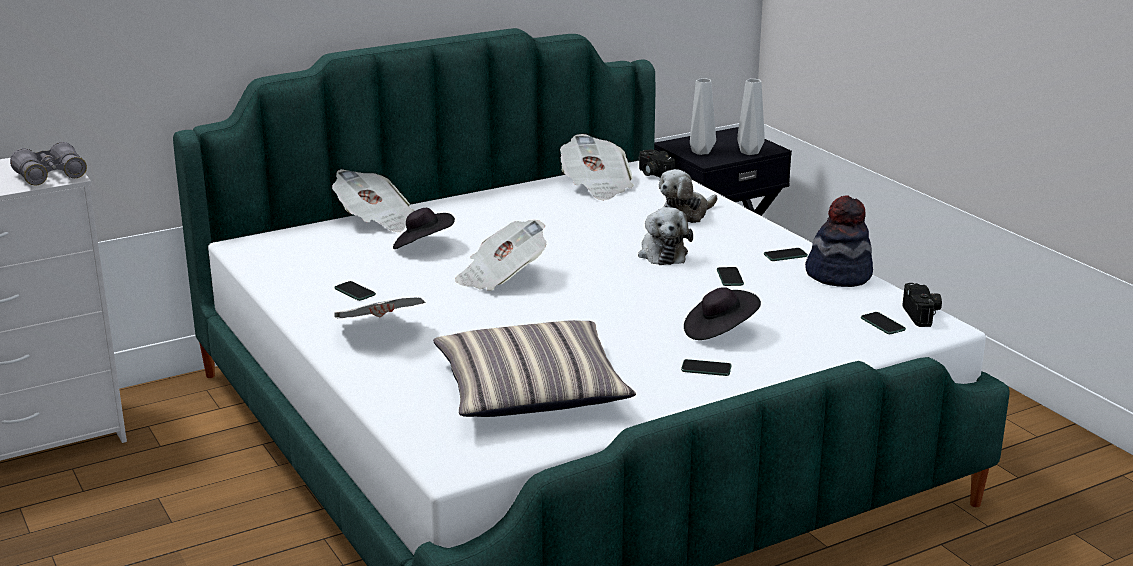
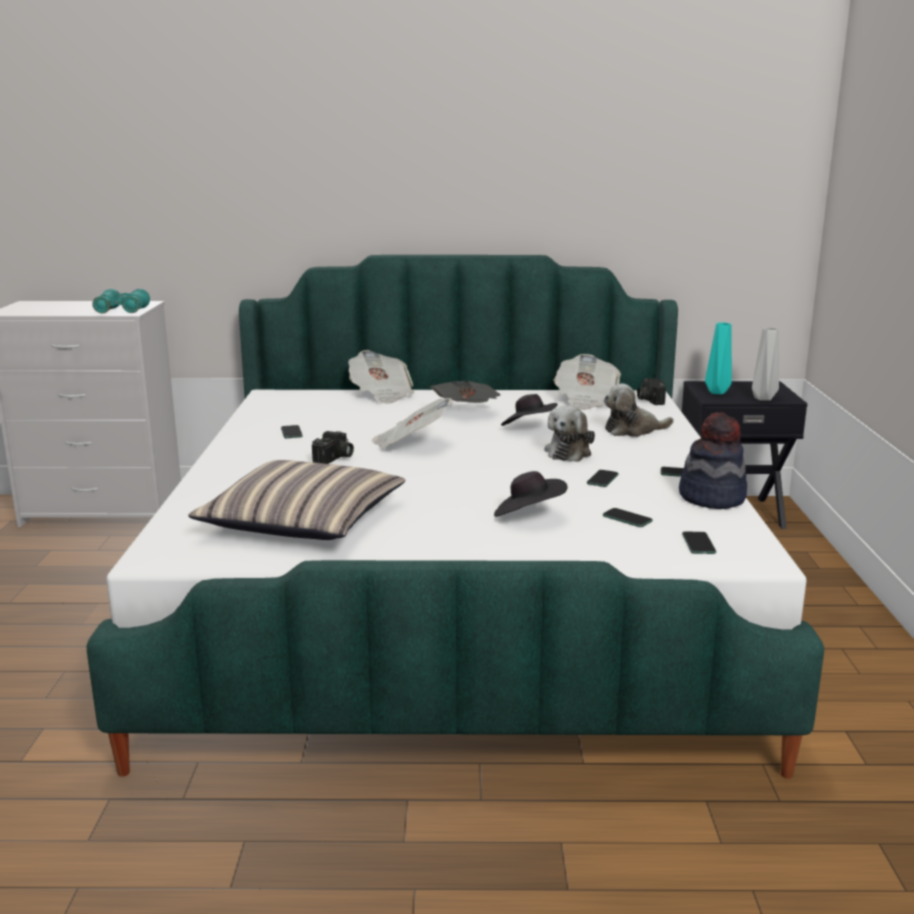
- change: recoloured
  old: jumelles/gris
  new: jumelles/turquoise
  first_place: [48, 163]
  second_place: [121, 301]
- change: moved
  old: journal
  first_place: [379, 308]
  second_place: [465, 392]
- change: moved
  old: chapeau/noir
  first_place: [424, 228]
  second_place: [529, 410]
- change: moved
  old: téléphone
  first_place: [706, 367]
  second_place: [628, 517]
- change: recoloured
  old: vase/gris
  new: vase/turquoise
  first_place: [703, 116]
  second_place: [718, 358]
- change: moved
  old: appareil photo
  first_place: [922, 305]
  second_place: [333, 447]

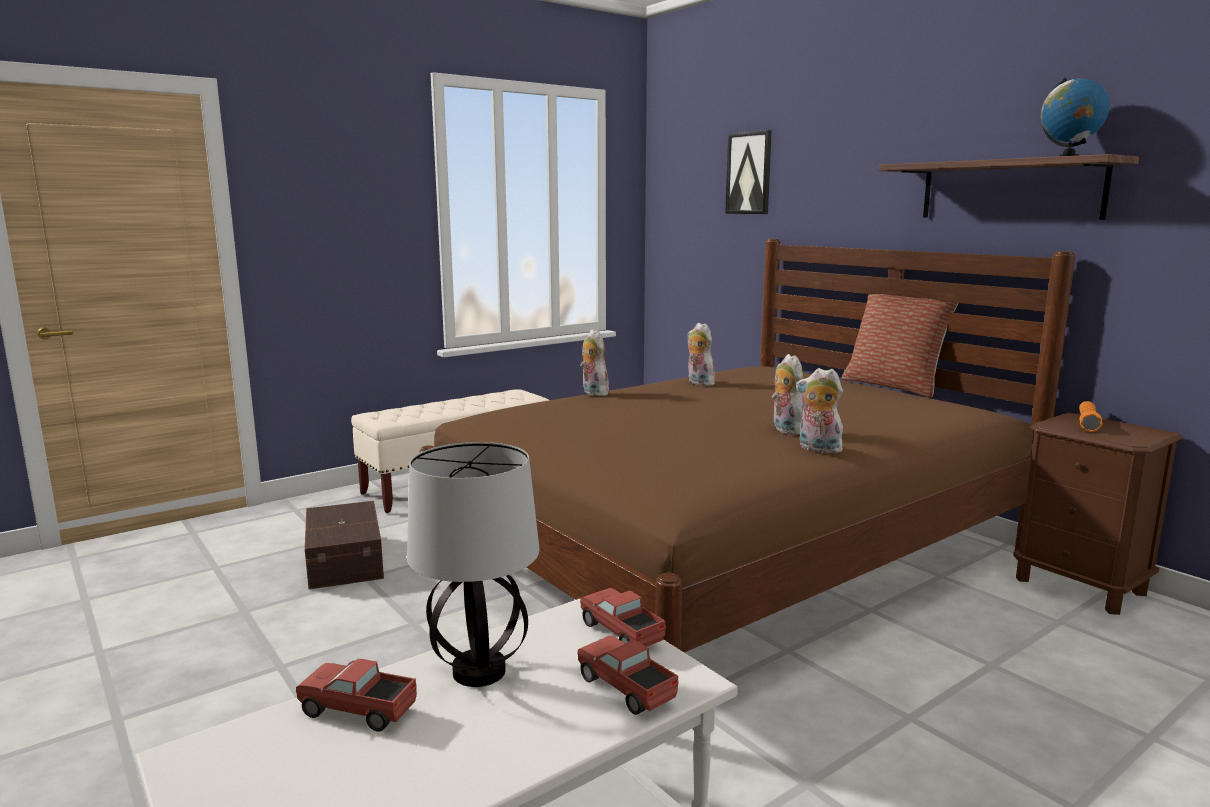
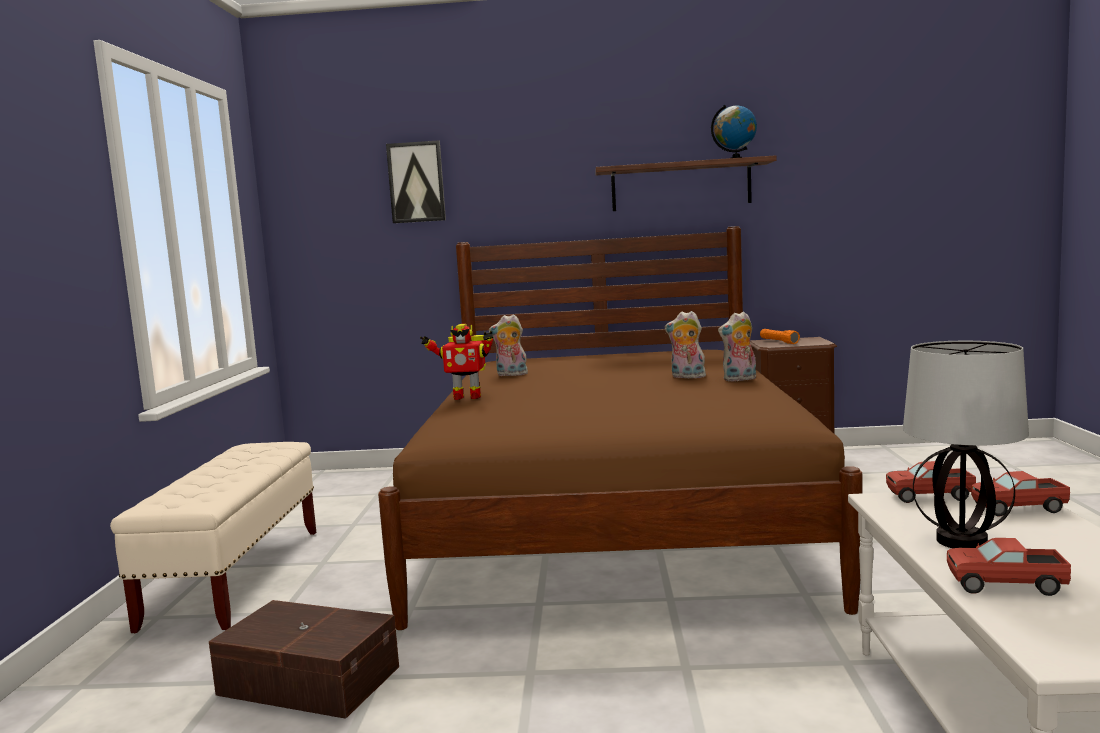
- change: turned
  old: camion jouet
  first_place: [356, 695]
  second_place: [1009, 567]
  degrees: 45
- change: replaced
  old: peluche
  new: robot jouet
  first_place: [595, 362]
  second_place: [456, 362]
- change: removed
  old: coussin
  first_place: [900, 346]

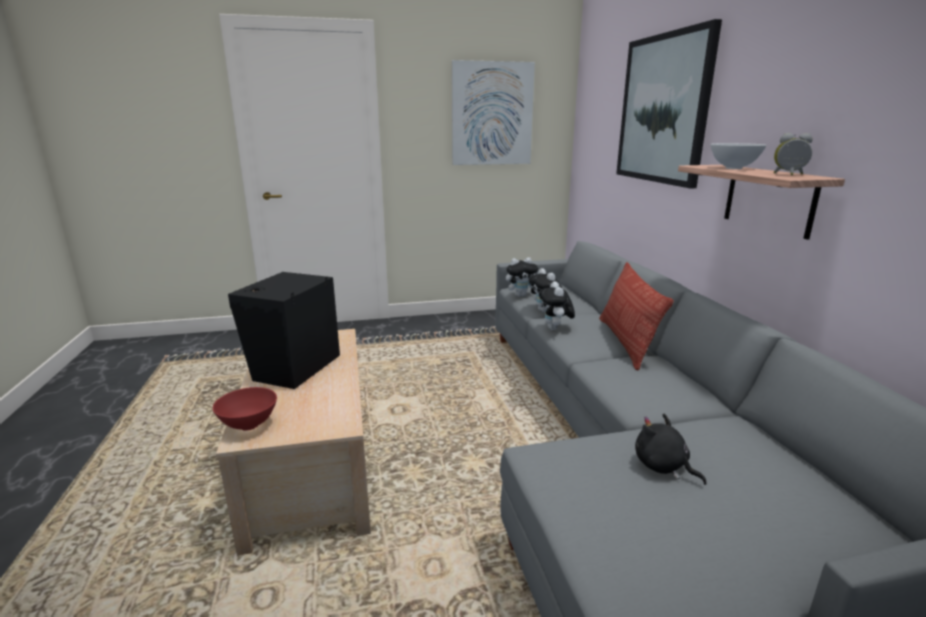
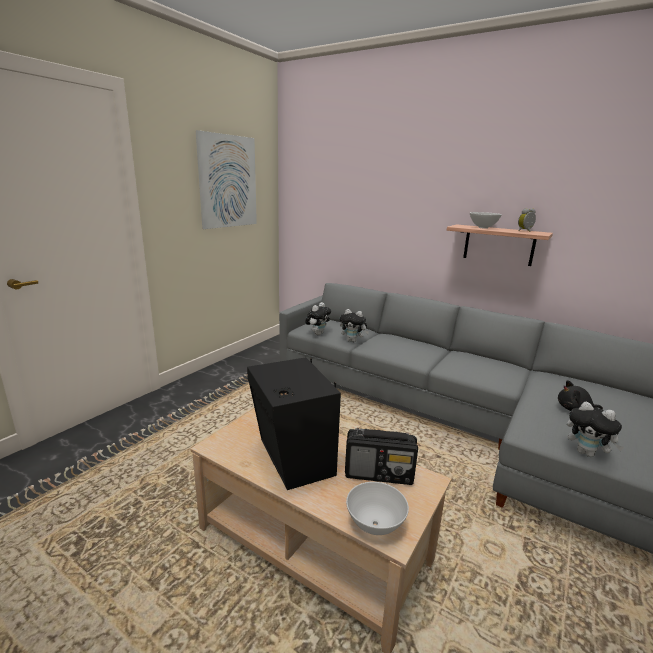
- change: recoloured
  old: bol/rouge
  new: bol/blanc
  first_place: [245, 409]
  second_place: [377, 508]
- change: moved
  old: peluche
  first_place: [557, 305]
  second_place: [595, 429]
- change: removed
  old: coussin
  first_place: [636, 316]
- change: removed
  old: tableau
  first_place: [669, 103]
- change: added
  new: radio
  second_place: [381, 456]

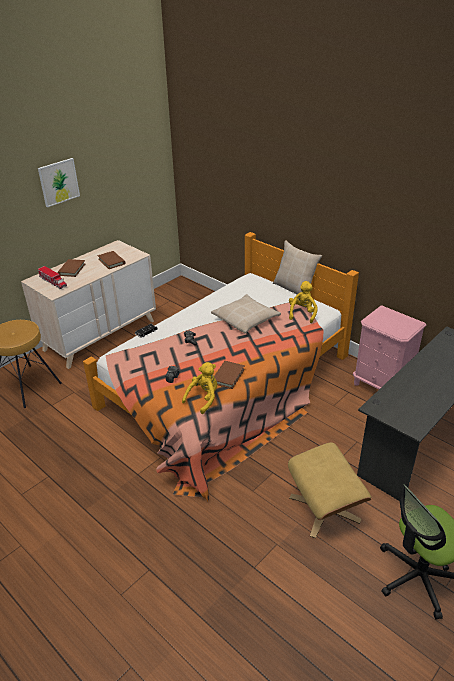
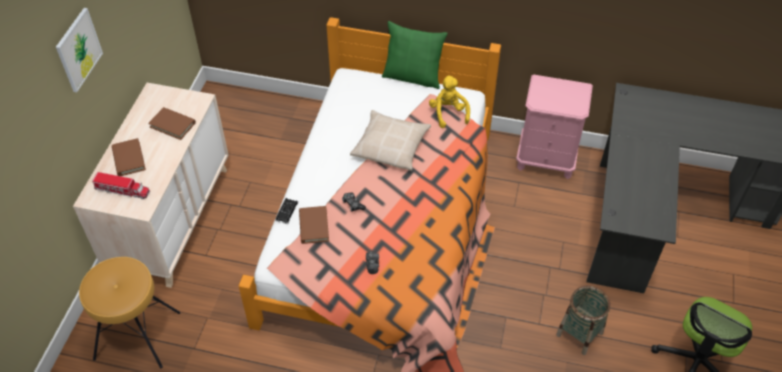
- change: removed
  old: peluche/jaune
  first_place: [199, 388]
- change: moved
  old: livre/marron
  first_place: [229, 375]
  second_place: [314, 225]
- change: recoloured
  old: coussin/beige
  new: coussin/vert
  first_place: [297, 267]
  second_place: [415, 55]
- change: replaced
  old: pouf/beige
  new: panier
  first_place: [329, 490]
  second_place: [583, 320]

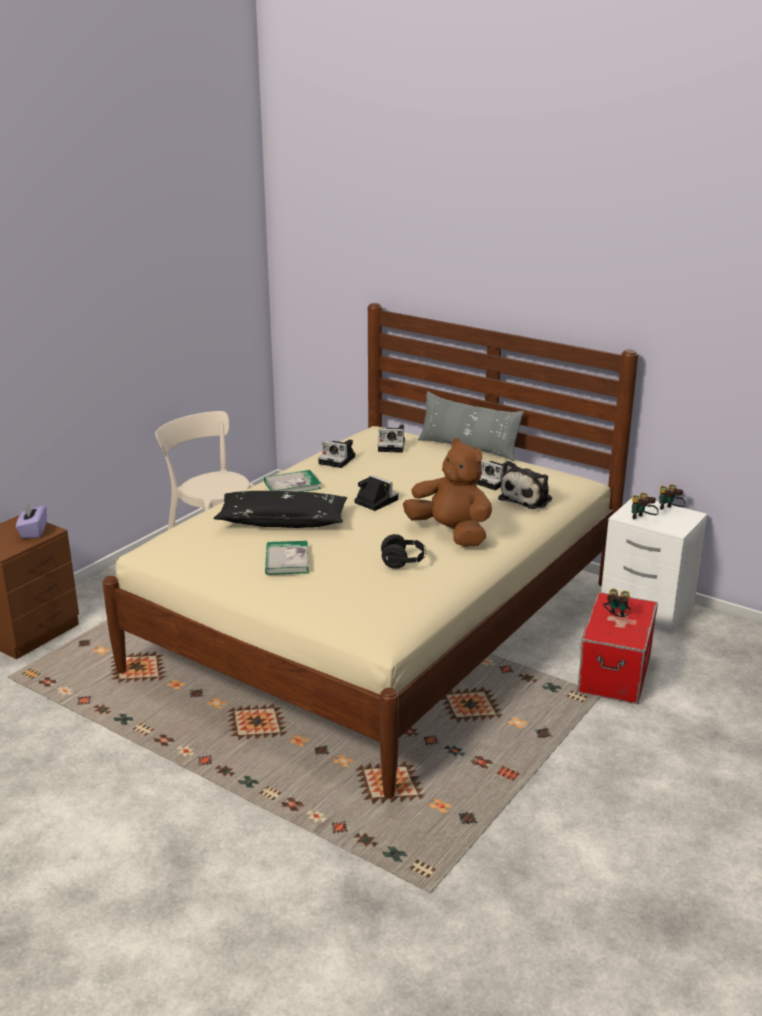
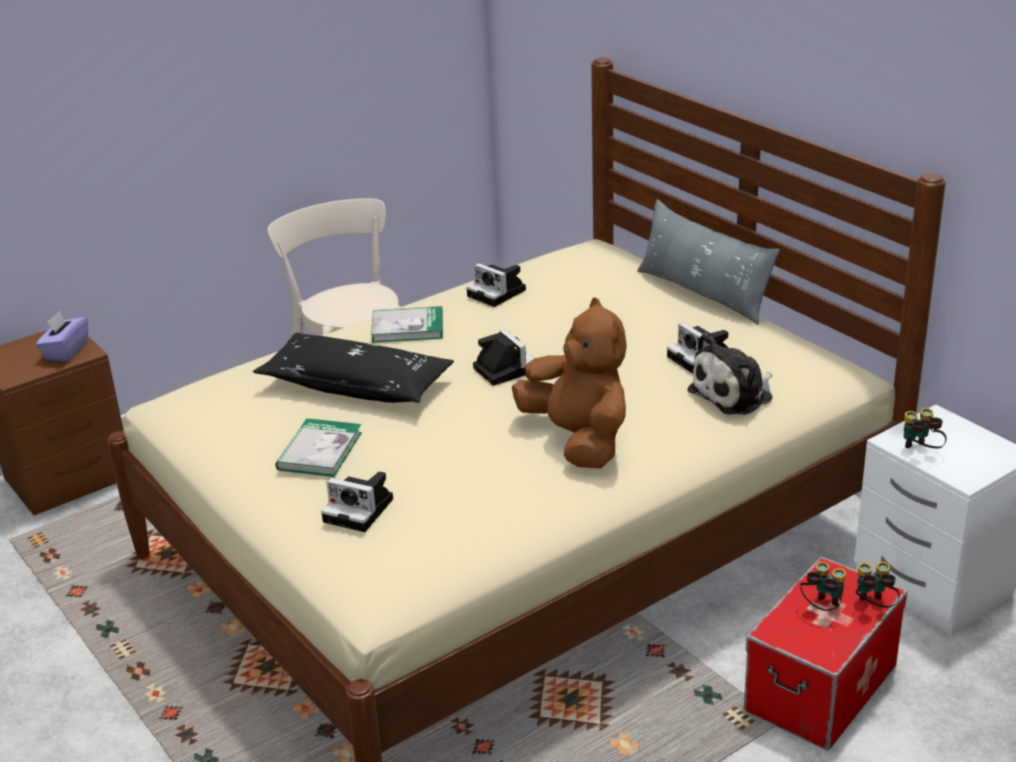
- change: moved
  old: appareil photo
  first_place: [391, 439]
  second_place: [357, 501]
- change: removed
  old: casque audio/noir
  first_place: [403, 551]
- change: moved
  old: jumelles
  first_place: [672, 497]
  second_place: [877, 585]

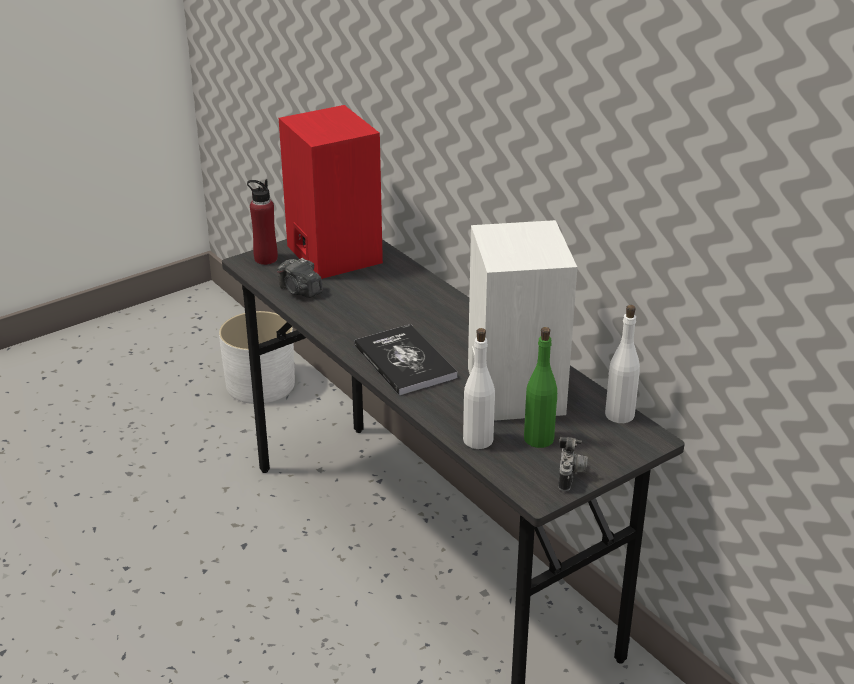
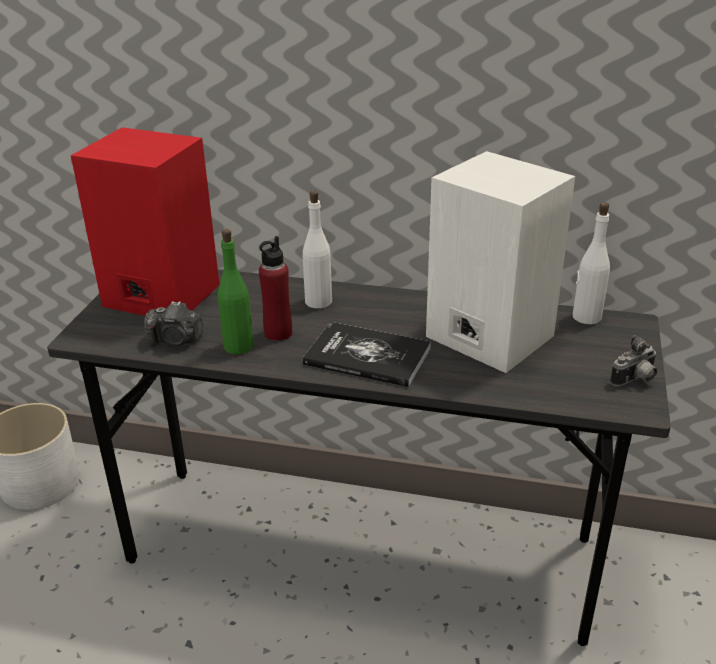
- change: moved
  old: bouteille/rouge
  first_place: [262, 222]
  second_place: [275, 288]
- change: moved
  old: bouteille/blanc
  first_place: [479, 388]
  second_place: [317, 250]
- change: moved
  old: bouteille/vert
  first_place: [540, 387]
  second_place: [236, 291]
- change: turned
  old: appareil photo
  first_place: [573, 464]
  second_place: [633, 360]
  degrees: 90

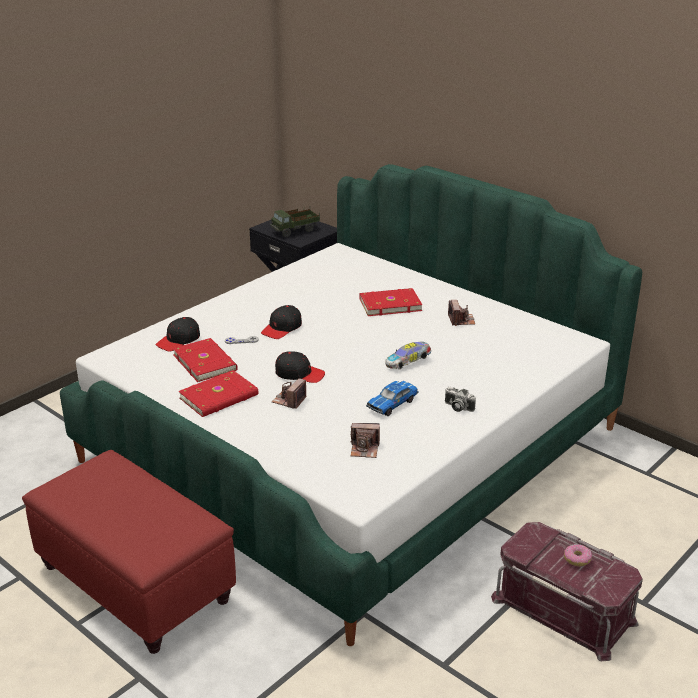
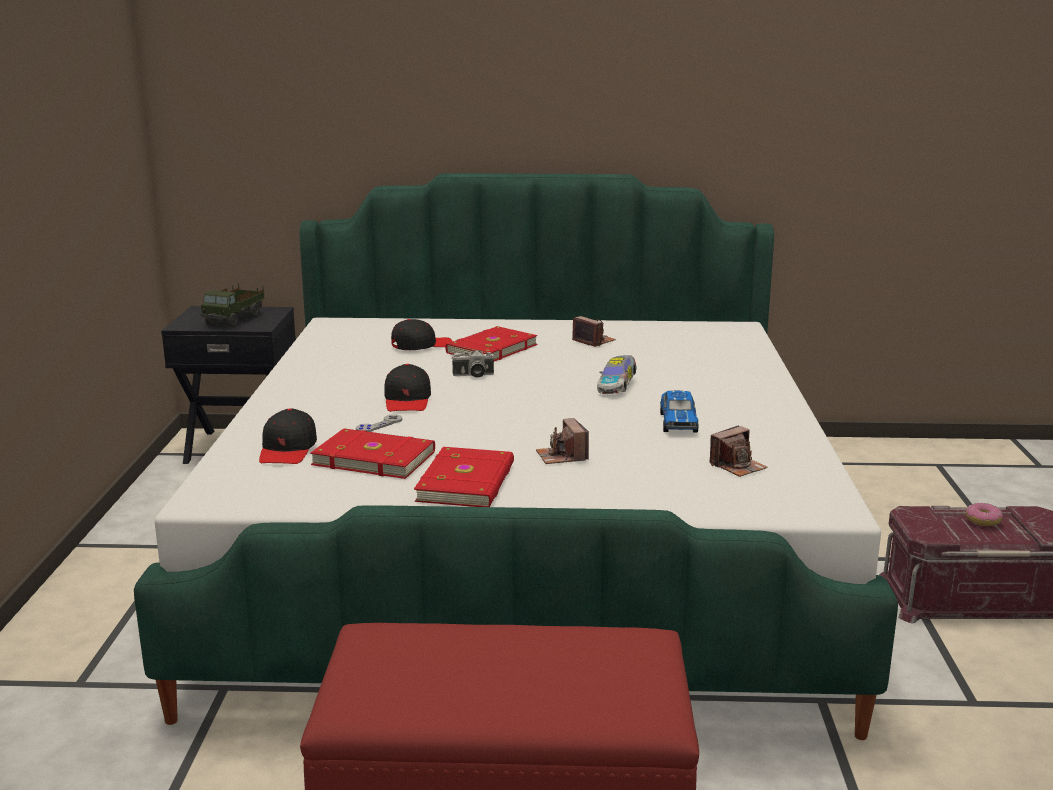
- change: moved
  old: casquette/noir
  first_place: [300, 367]
  second_place: [422, 334]
- change: moved
  old: appareil photo
  first_place: [460, 399]
  second_place: [473, 364]

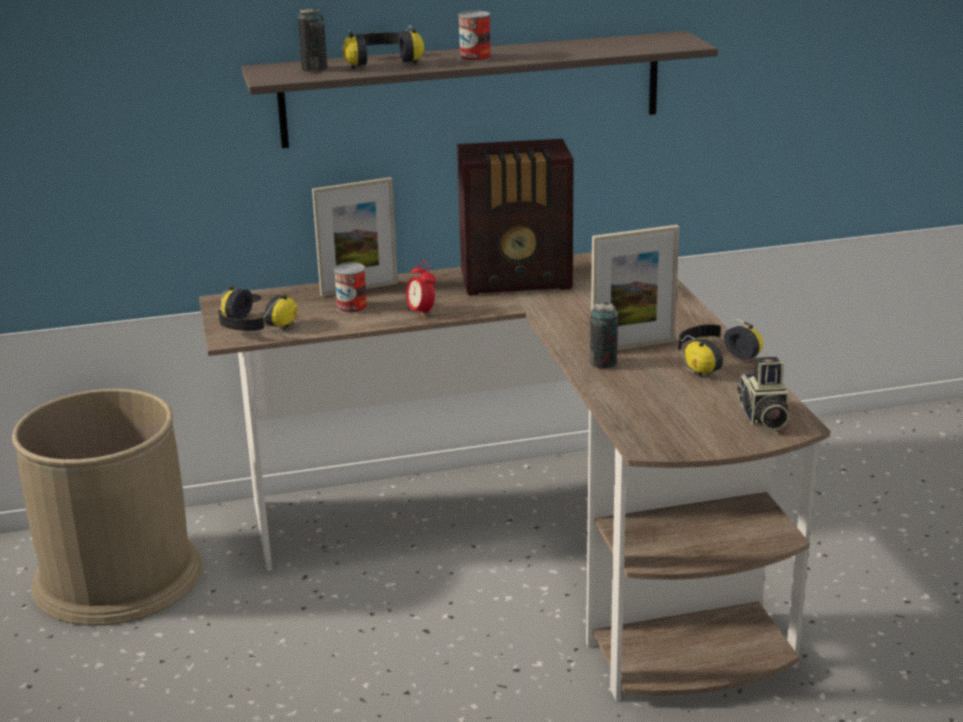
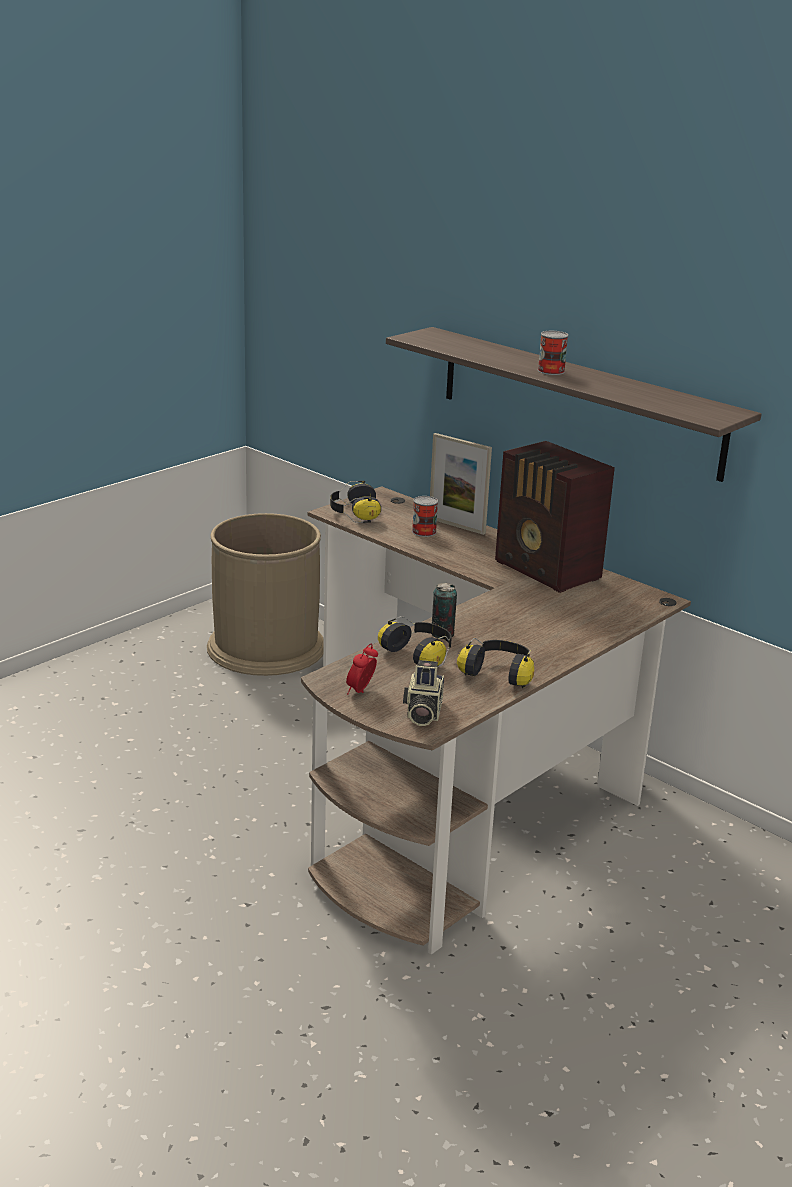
- change: removed
  old: boîte métallique
  first_place: [313, 40]
- change: moved
  old: casque audio
  first_place: [383, 47]
  second_place: [415, 642]
- change: moved
  old: réveil
  first_place: [421, 289]
  second_place: [362, 668]
- change: removed
  old: cadre photo
  first_place: [635, 287]
- change: turned
  old: appareil photo
  first_place: [763, 394]
  second_place: [423, 693]
  degrees: -45

